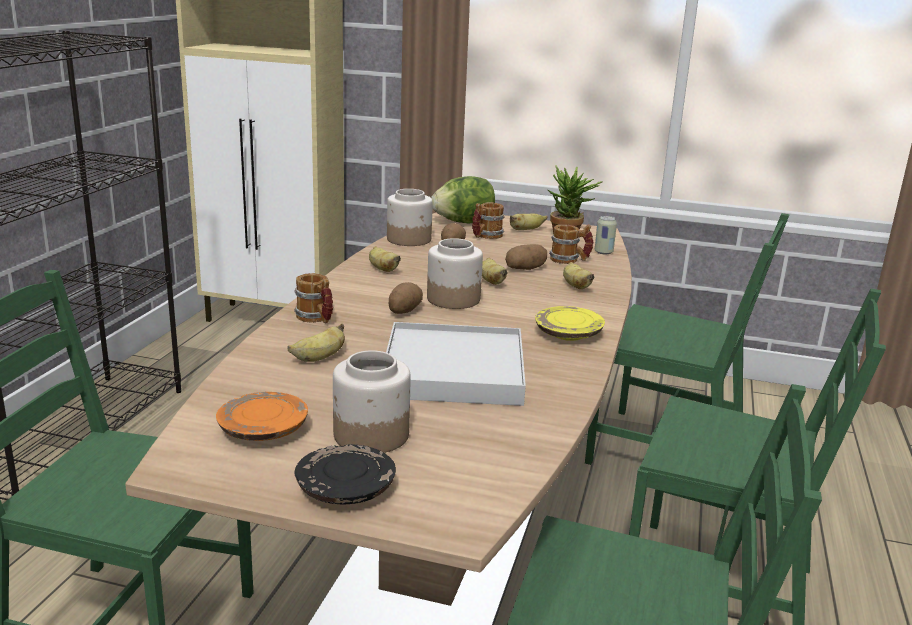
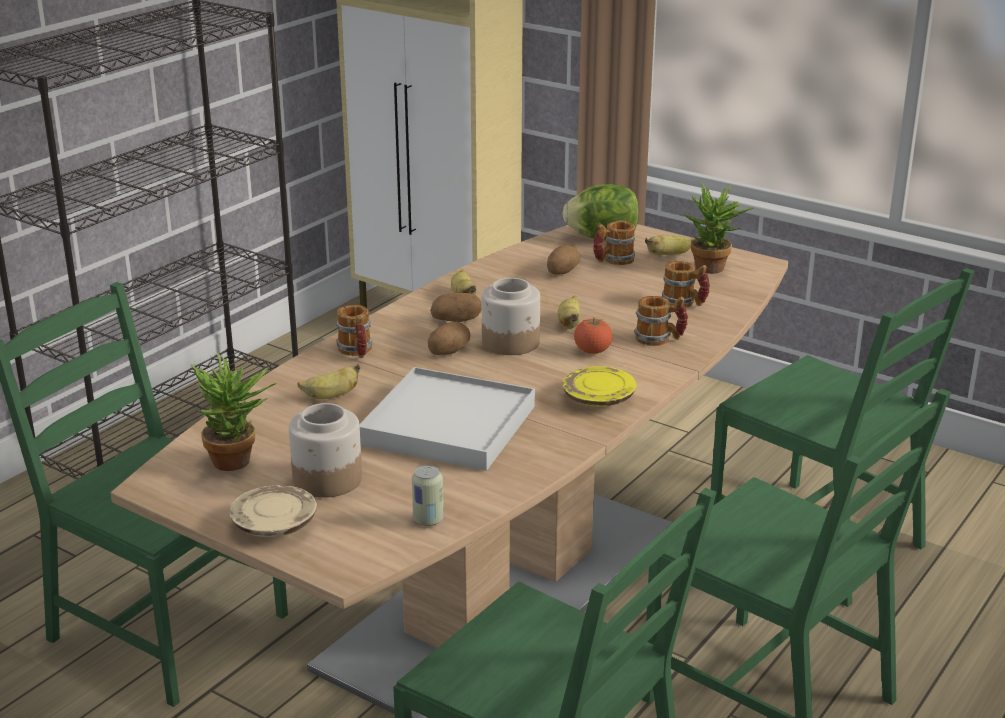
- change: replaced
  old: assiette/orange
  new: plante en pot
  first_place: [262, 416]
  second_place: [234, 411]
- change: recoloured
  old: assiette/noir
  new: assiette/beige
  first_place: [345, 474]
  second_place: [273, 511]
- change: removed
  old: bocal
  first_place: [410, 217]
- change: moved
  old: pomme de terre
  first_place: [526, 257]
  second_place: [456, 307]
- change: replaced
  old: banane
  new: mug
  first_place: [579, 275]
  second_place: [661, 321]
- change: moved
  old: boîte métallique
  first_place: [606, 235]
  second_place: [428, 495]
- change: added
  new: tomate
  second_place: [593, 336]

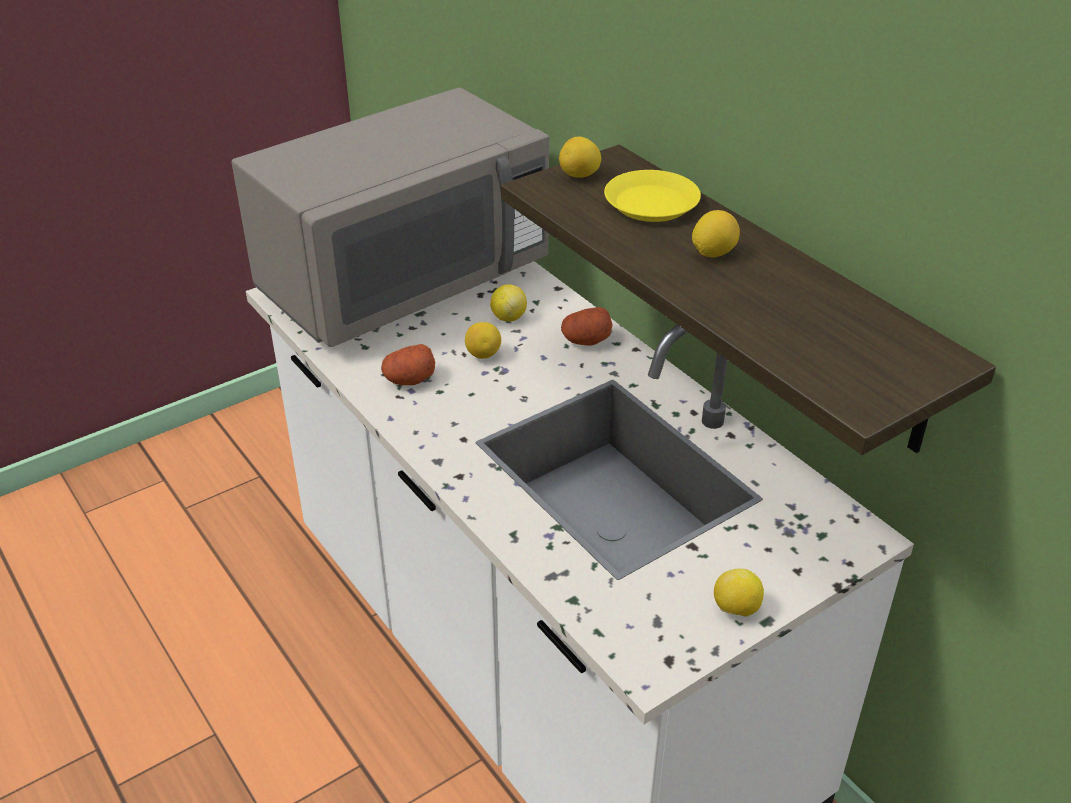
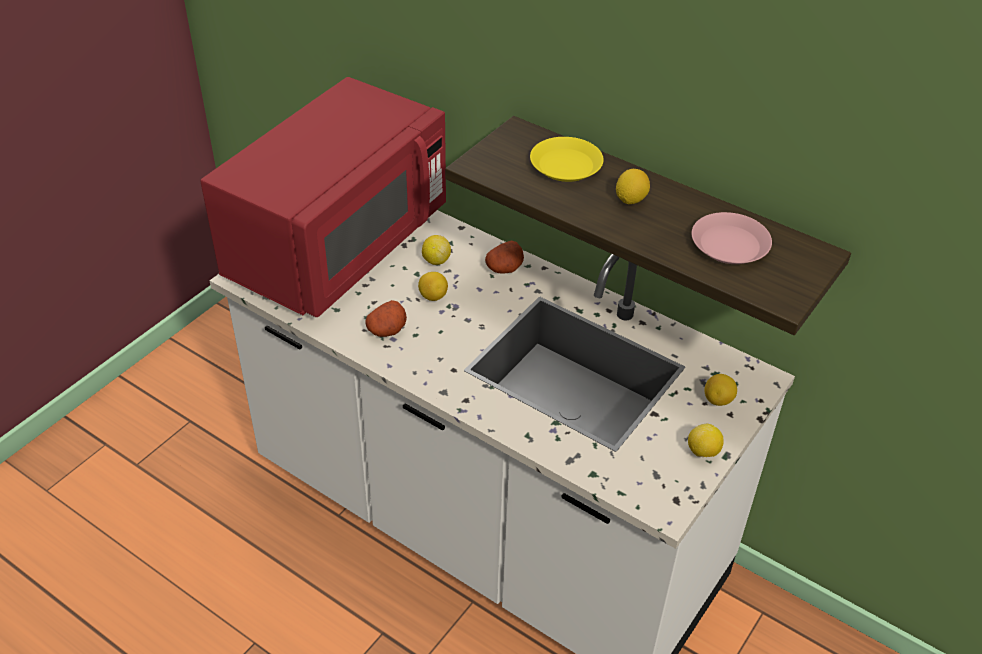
- change: recoloured
  old: micro-ondes/gris
  new: micro-ondes/rouge
  first_place: [390, 217]
  second_place: [323, 197]
- change: moved
  old: citron
  first_place: [580, 157]
  second_place: [721, 390]
- change: added
  new: assiette/rose
  second_place: [732, 238]

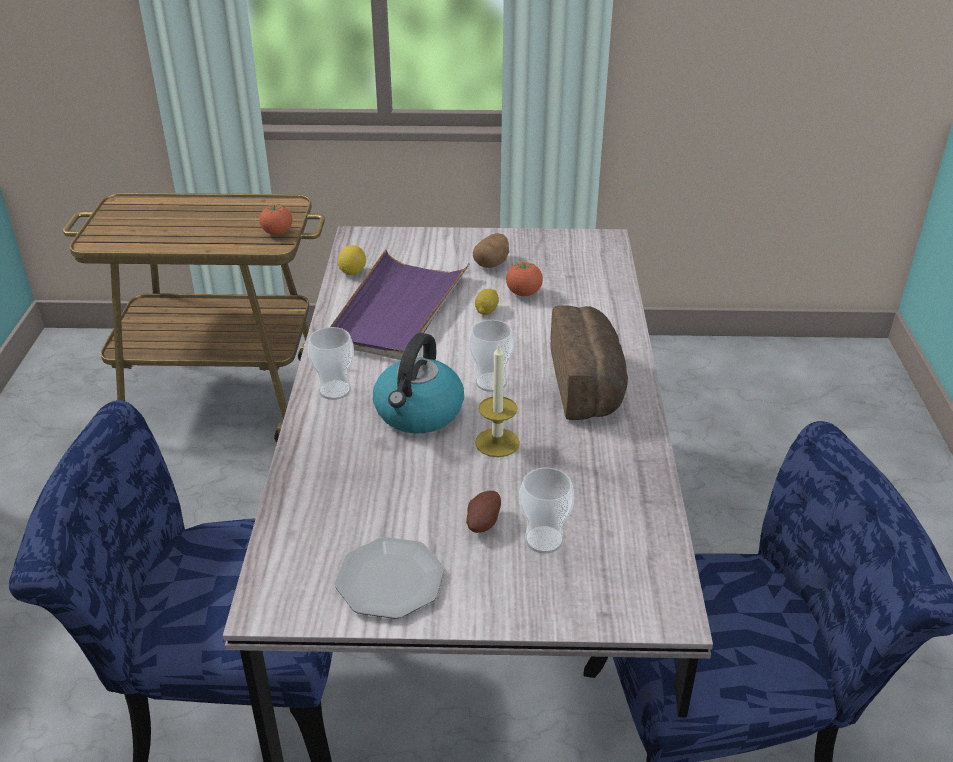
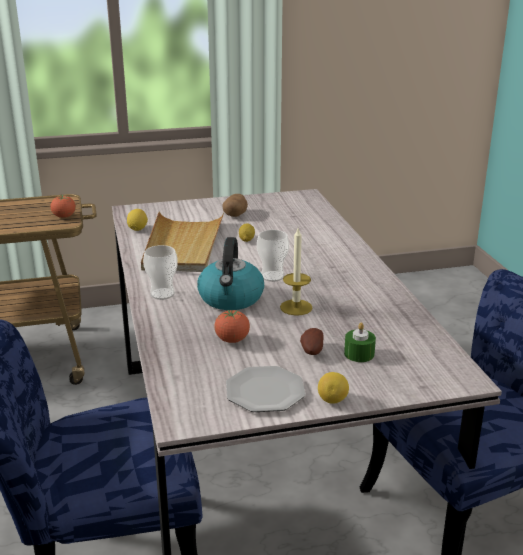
- change: recoloured
  old: plateau/violet
  new: plateau/beige
  first_place: [400, 304]
  second_place: [182, 241]
- change: moved
  old: tomate
  first_place: [524, 278]
  second_place: [232, 326]
- change: replaced
  old: tasse
  new: bougie/vert
  first_place: [546, 511]
  second_place: [360, 342]
- change: removed
  old: pain
  first_place: [589, 362]
- change: added
  new: citron
  second_place: [333, 388]

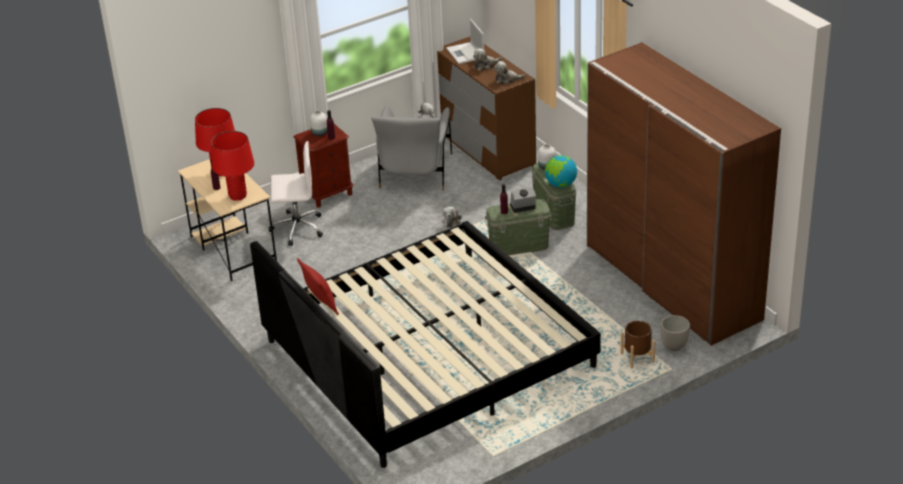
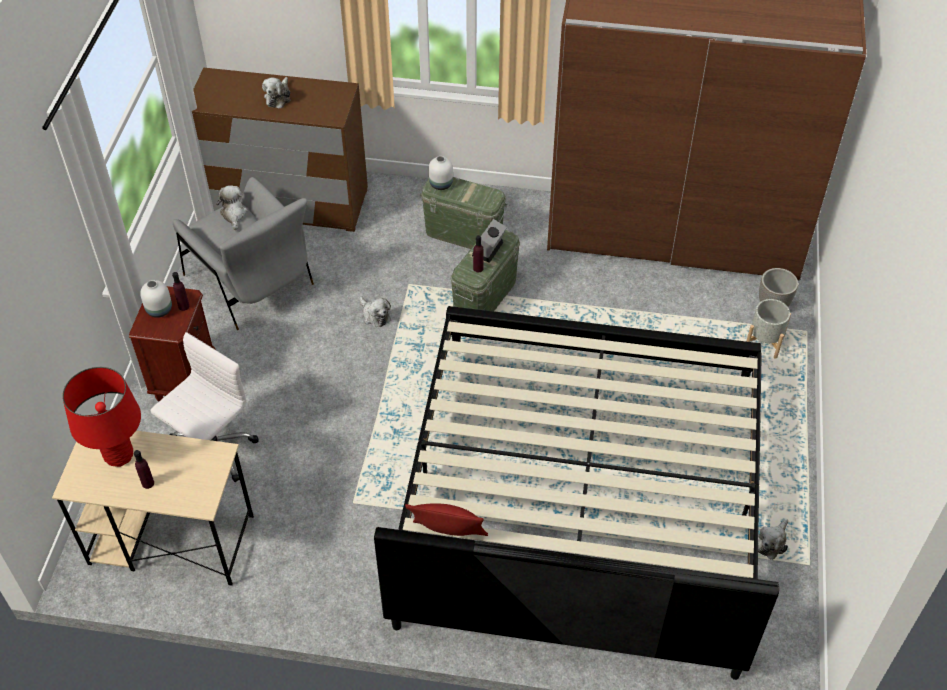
- change: removed
  old: lampe de table/rouge
  first_place: [232, 166]
- change: removed
  old: ordinateur portable
  first_place: [465, 41]
- change: moved
  old: peluche
  first_place: [509, 73]
  second_place: [773, 539]
- change: removed
  old: globe
  first_place: [561, 171]
- change: recoloured
  old: cache-pot/marron
  new: cache-pot/gris
  first_place: [638, 345]
  second_place: [768, 329]

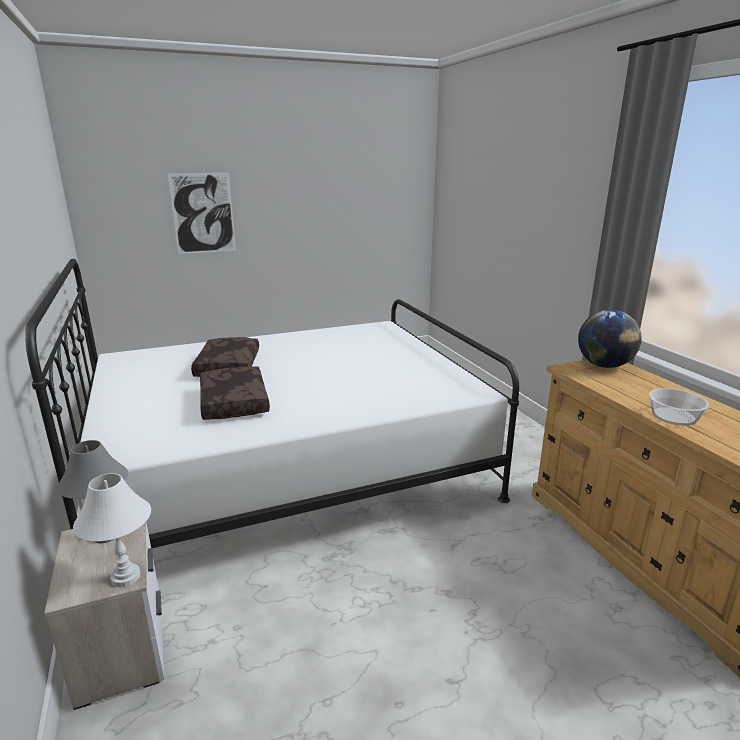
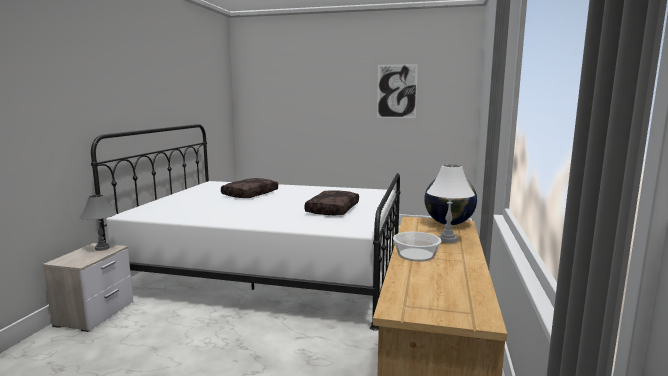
- change: moved
  old: lampe de table/blanc
  first_place: [112, 530]
  second_place: [451, 203]
- change: moved
  old: tableau
  first_place: [202, 213]
  second_place: [397, 91]
- change: moved
  old: coussin/marron
  first_place: [235, 393]
  second_place: [331, 203]

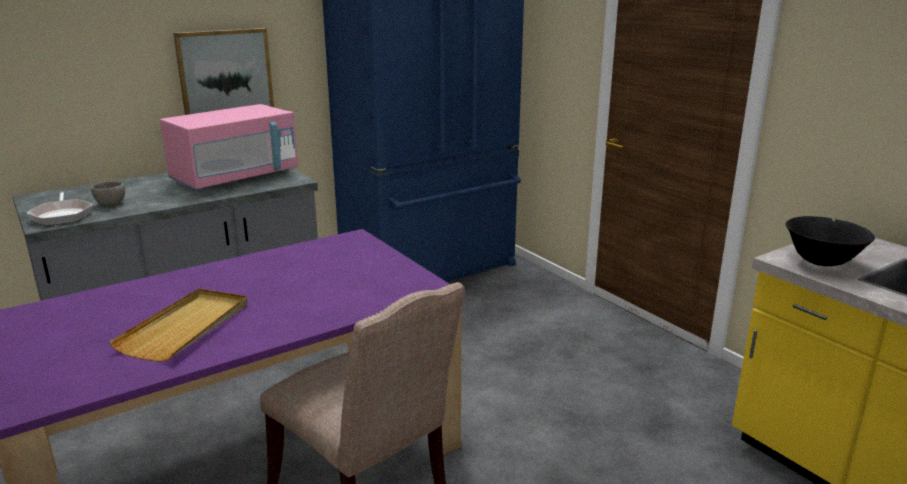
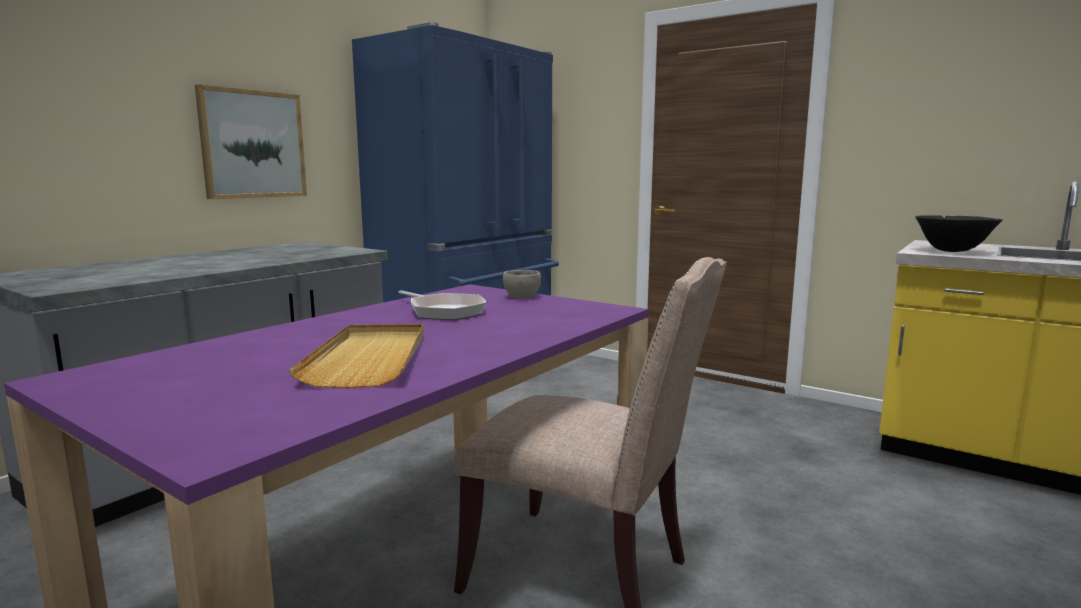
- change: moved
  old: poêle
  first_place: [60, 209]
  second_place: [442, 305]
- change: moved
  old: bol/gris
  first_place: [108, 193]
  second_place: [522, 284]
- change: removed
  old: micro-ondes/rose
  first_place: [229, 147]

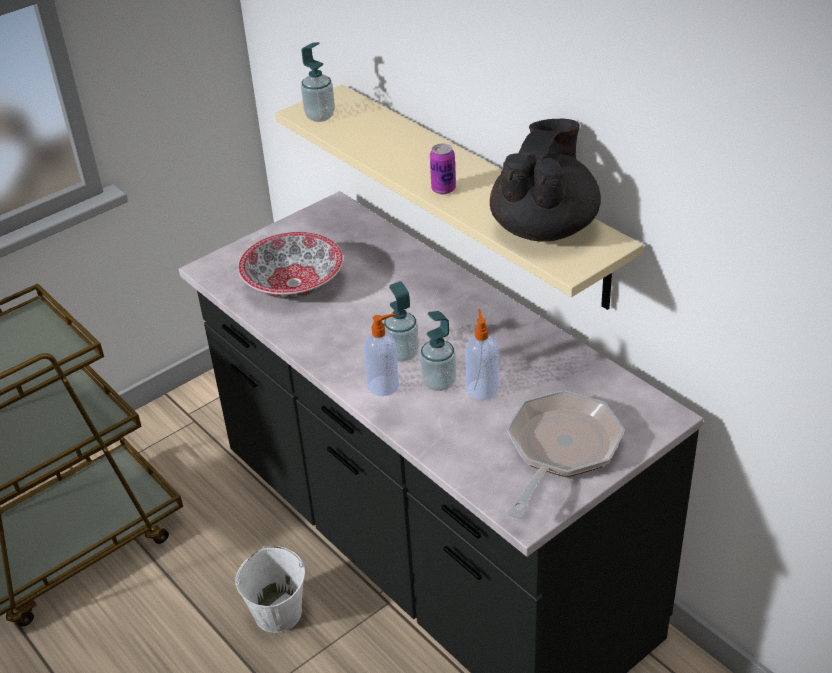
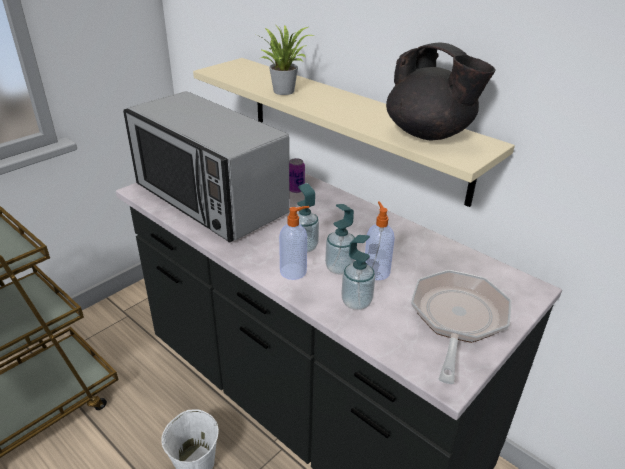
- change: replaced
  old: bol
  new: micro-ondes
  first_place: [290, 265]
  second_place: [206, 166]
- change: moved
  old: distributeur de savon
  first_place: [318, 82]
  second_place: [358, 272]
- change: moved
  old: boîte métallique
  first_place: [443, 169]
  second_place: [297, 175]
- change: turned
  old: théière/noir
  first_place: [545, 180]
  second_place: [441, 91]
  degrees: 120
- change: added
  new: plante en pot
  second_place: [286, 59]

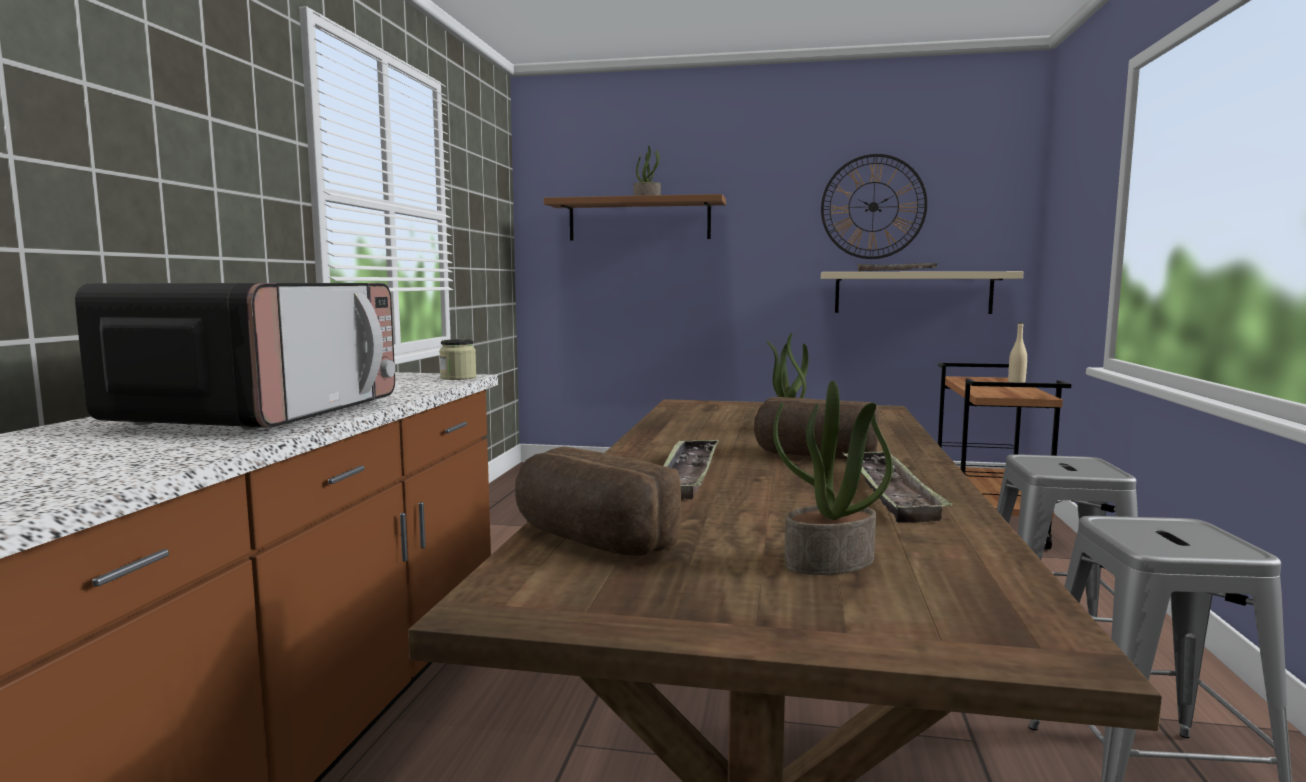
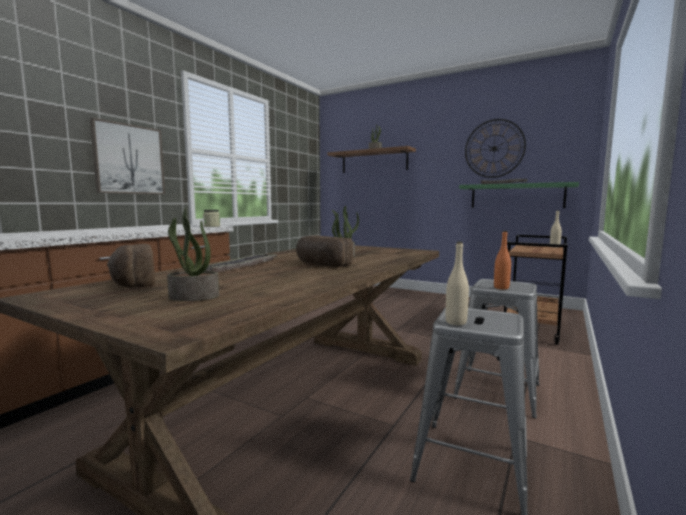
- change: removed
  old: micro-ondes
  first_place: [235, 356]
- change: recoloured
  old: étagère/beige
  new: étagère/vert
  first_place: [922, 292]
  second_place: [519, 195]
- change: removed
  old: plateau
  first_place: [897, 487]
- change: added
  new: tableau
  second_place: [127, 156]
- change: added
  new: bouteille/beige
  second_place: [457, 283]
- change: added
  new: bouteille/orange
  second_place: [502, 260]

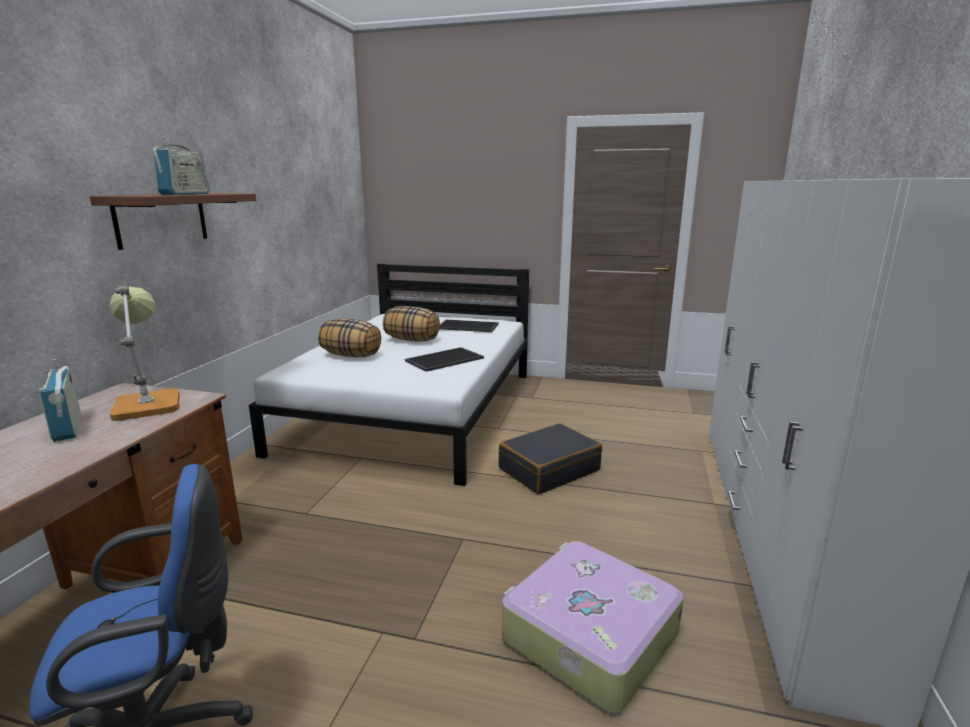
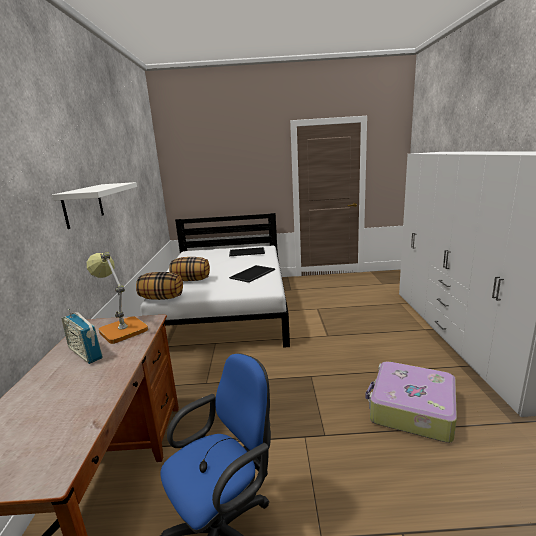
- change: recoloured
  old: étagère/marron
  new: étagère/blanc
  first_place: [173, 221]
  second_place: [94, 205]
- change: removed
  old: radio
  first_place: [181, 166]
- change: moved
  old: coussin
  first_place: [411, 324]
  second_place: [159, 286]
- change: removed
  old: valise/noir
  first_place: [550, 458]

